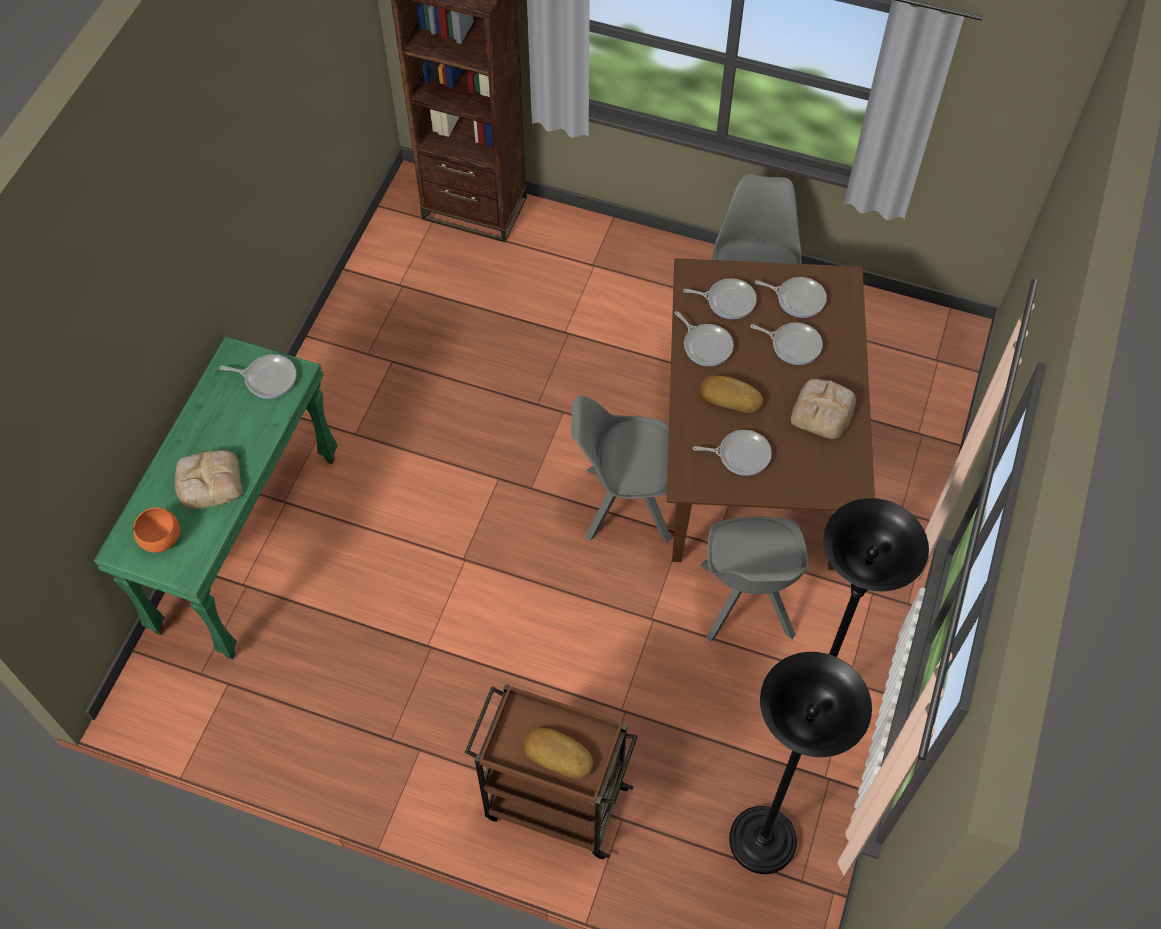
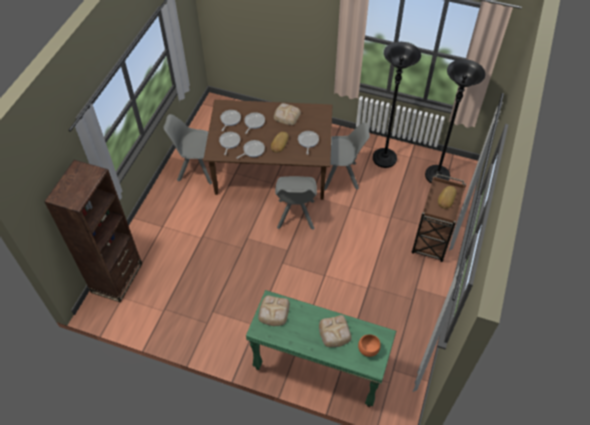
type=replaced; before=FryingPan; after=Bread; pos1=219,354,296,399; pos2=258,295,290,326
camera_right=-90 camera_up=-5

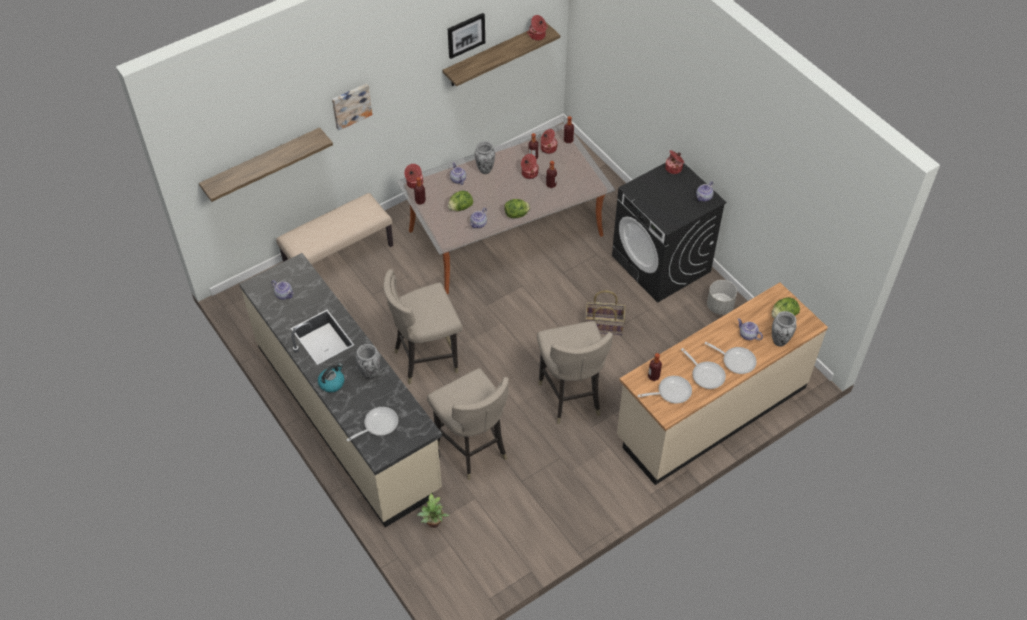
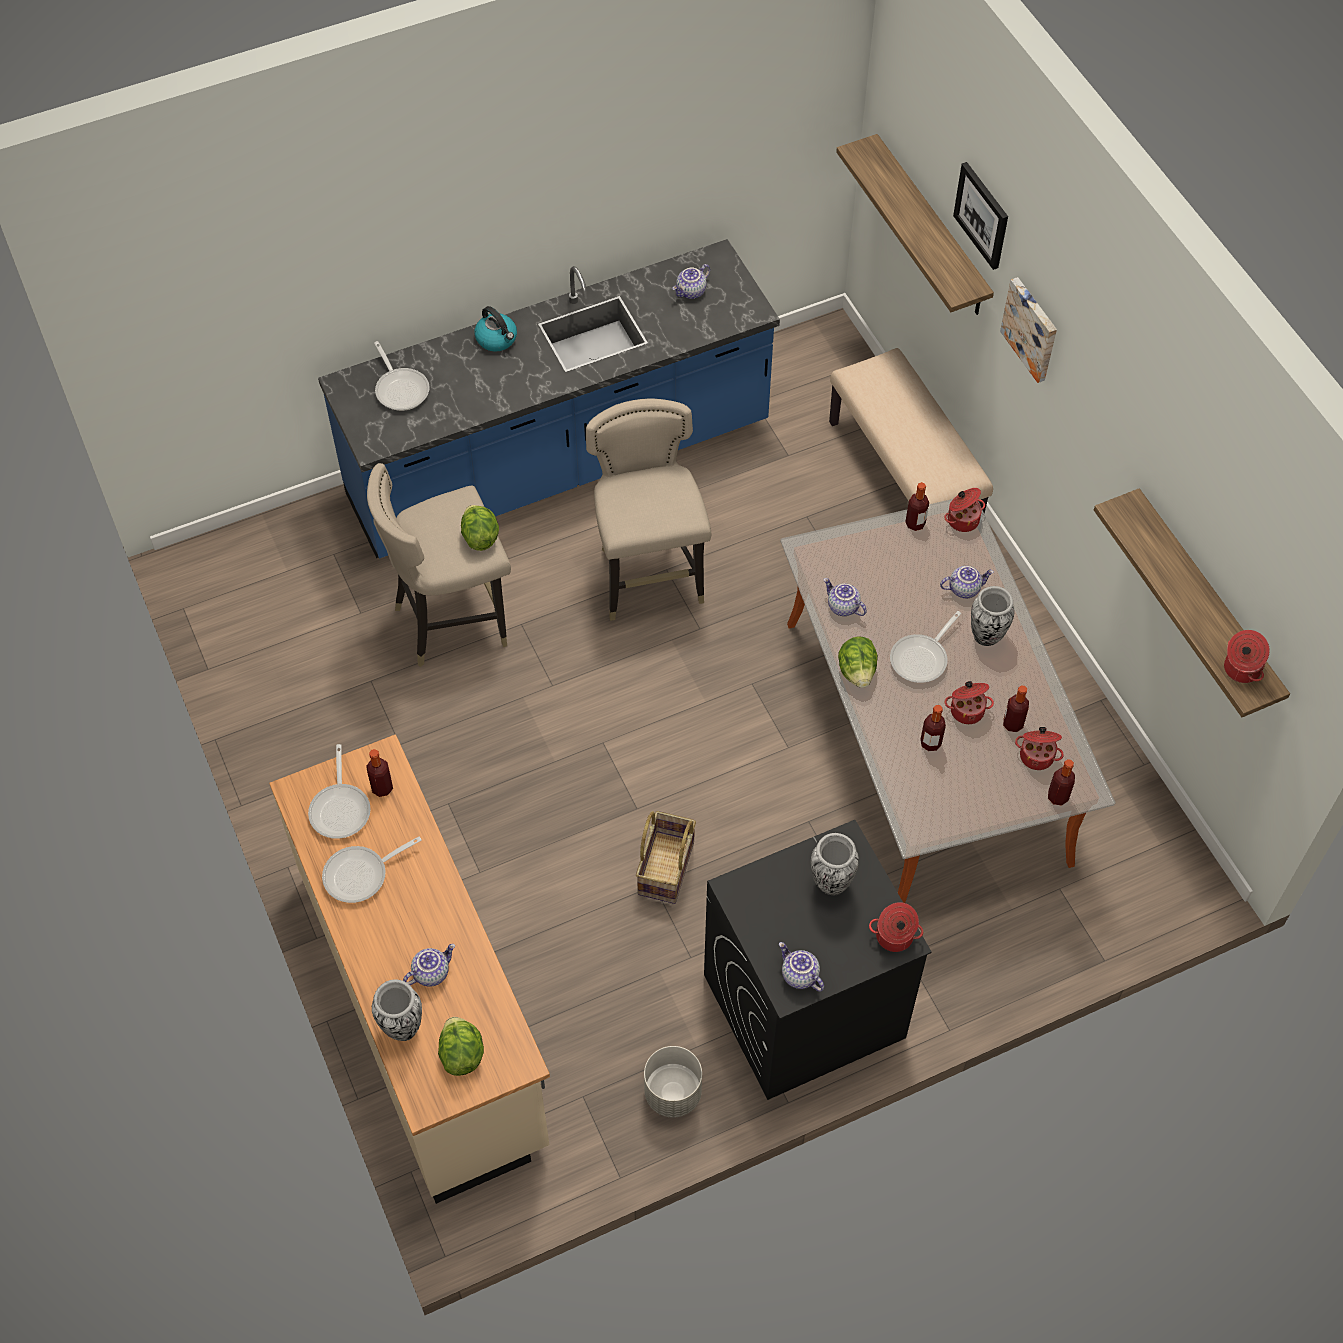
type=removed; before=PottedPlant; pos1=417,493,450,528
type=removed; before=BeigeColouredStool; pos1=537,321,613,424
type=moved; before=DecorativeVase; pos1=356,344,380,379; pos2=811,833,859,895
type=moved; before=WallArt; pos1=448,13,485,59; pos2=953,162,1008,270
type=moved; before=LettuceHead; pos1=448,191,473,211; pos2=461,505,499,551
type=moved; before=FryingPan; pos1=704,342,757,374; pos2=890,611,961,683
type=recoloured; before=BeigeColouredKitchenCounter; after=BlueKitchenCounter; pos1=240,253,442,528; pos2=318,239,780,558
camera_right=100 camera_up=5

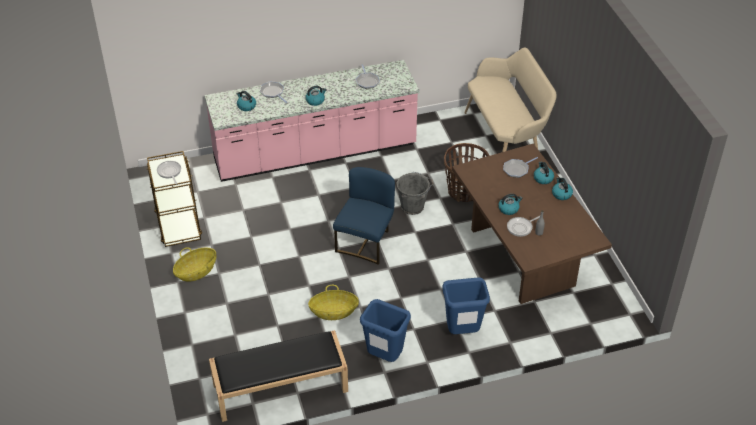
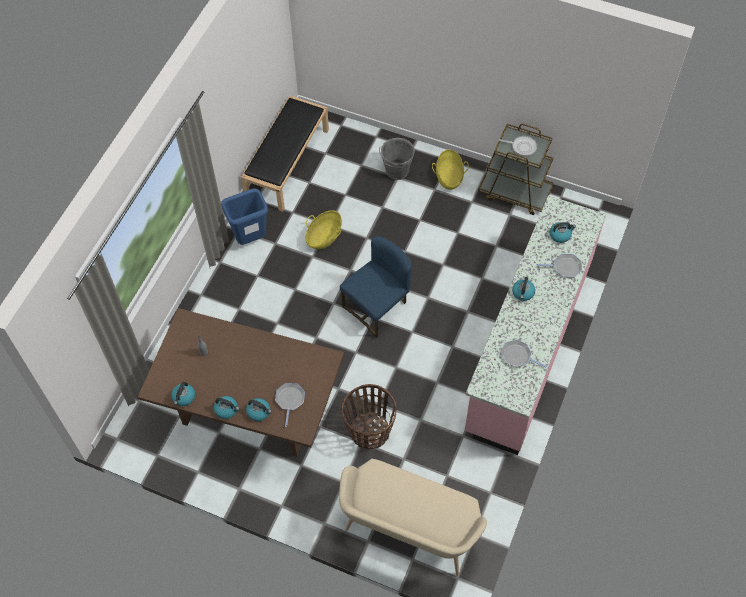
type=removed; before=BlueWasteBin; pos1=442,277,490,334
type=removed; before=FryingPan; pos1=507,216,540,237
type=moved; before=GreyPail; pos1=396,172,434,215; pos2=379,138,415,180
type=moved; before=Kettle; pos1=498,194,522,215; pos2=171,382,195,406
type=turned; before=BlueUprightChair; pos1=333,167,395,265; pos2=340,236,411,338; turn=-105
camera_right=130 camera_up=15

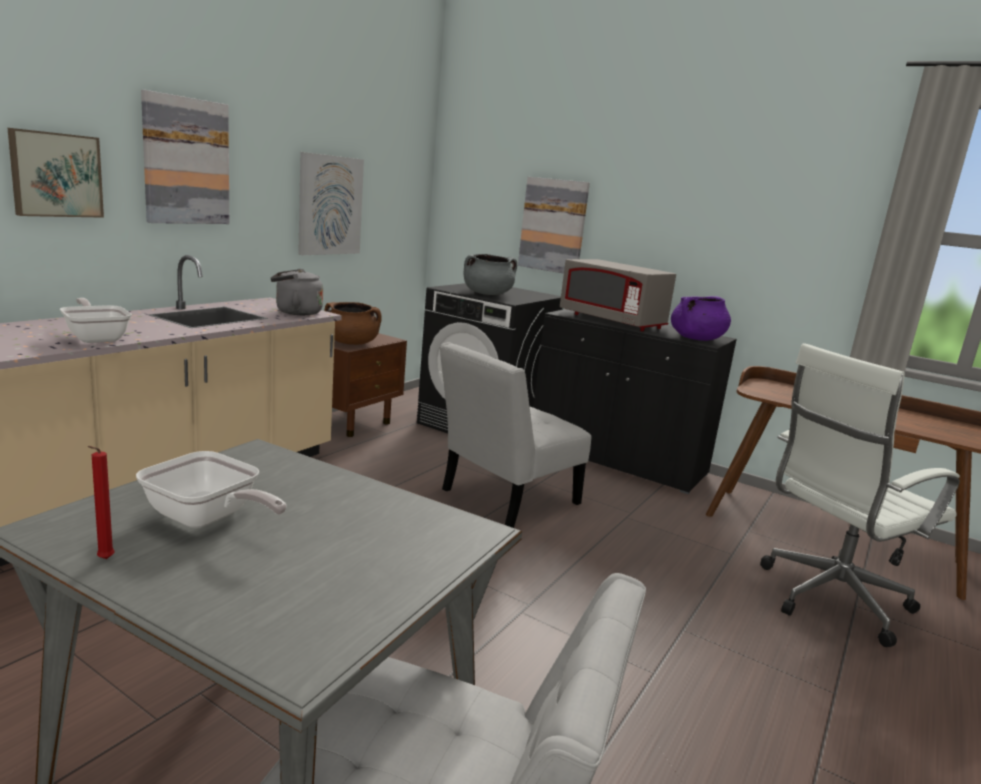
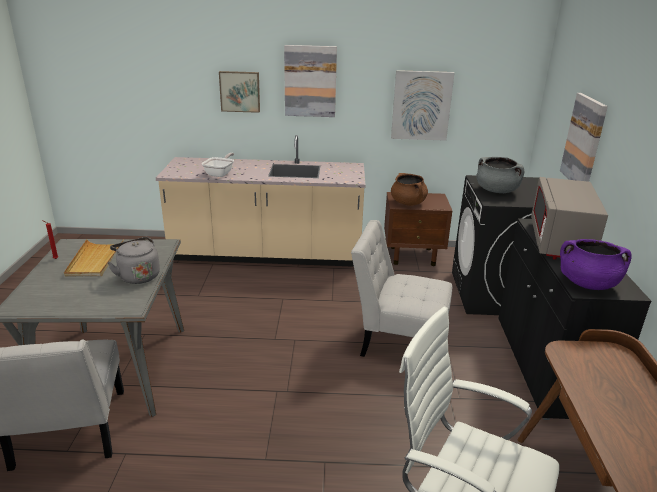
type=moved; before=GreyKettle; pos1=271,269,323,315; pos2=108,237,160,284
type=replaced; before=FryingPan; after=BeigeColouredCarryingTray; pos1=136,451,287,528; pos2=64,239,124,277
camera_right=60 camera_up=10

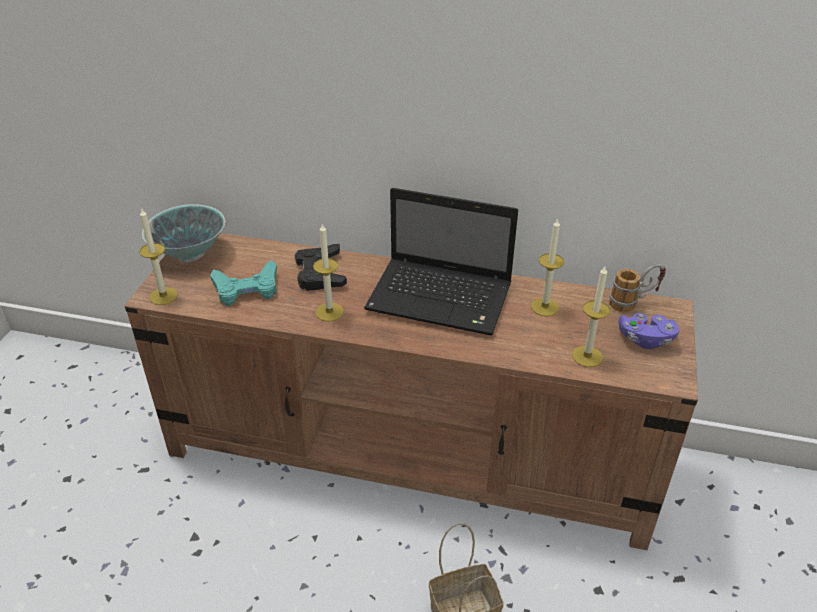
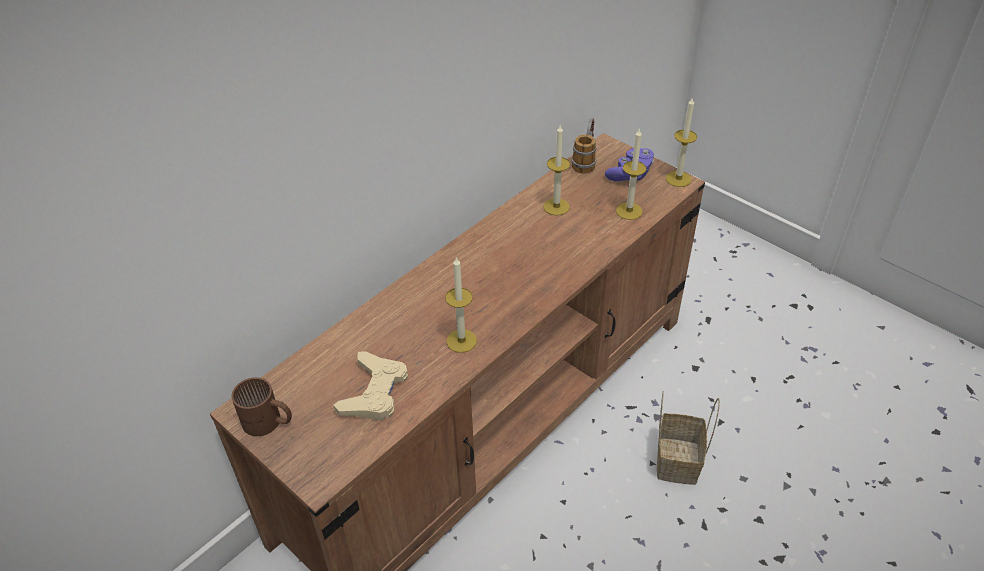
type=removed; before=BlackishGameController; pos1=295,244,347,291
type=removed; before=NotebookComputer; pos1=364,188,518,336
type=moved; before=WaxLight; pos1=139,209,178,305; pos2=666,97,697,187
type=replaced; before=ServingBowl; after=BrownColouredMug; pos1=142,204,225,262; pos2=232,377,292,436
type=recoloured; before=TurquoiseGameController; after=BeigeColouredGameController; pos1=210,260,277,306; pos2=334,351,408,421
camera_right=-60 camera_up=5

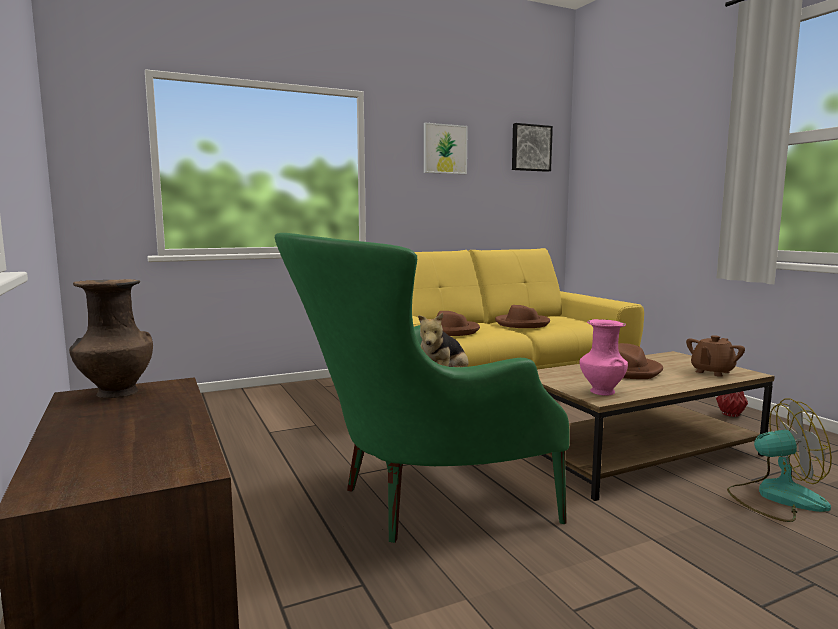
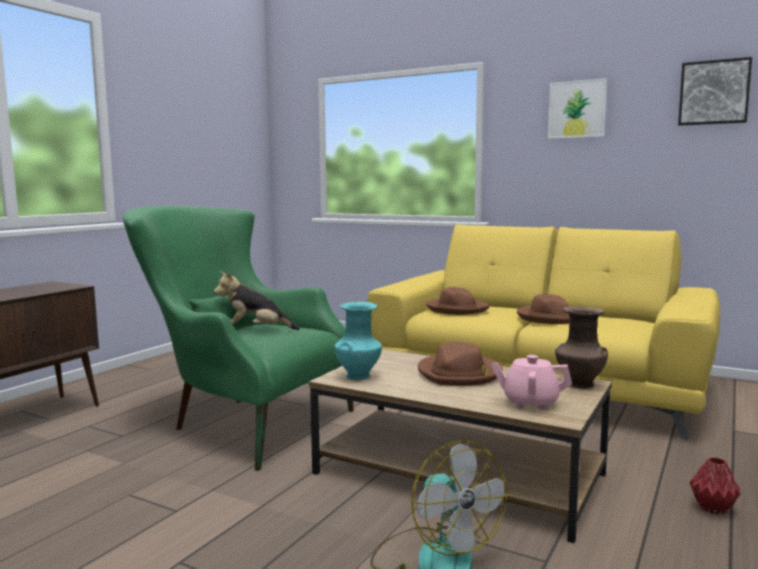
type=moved; before=BrownColouredDecorativeVase; pos1=69,279,153,398; pos2=555,306,608,389
type=recoloured; before=PinkishDecorativeVase; after=TurquoiseDecorativeVase; pos1=579,319,628,396; pos2=335,302,382,380
type=recoloured; before=BrownColouredPotForTea; after=PinkishPotForTea; pos1=686,335,745,377; pos2=491,355,572,410
camera_right=55 camera_up=0

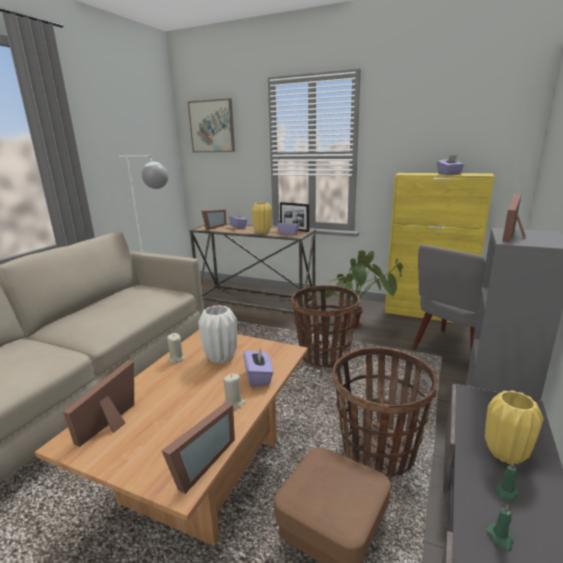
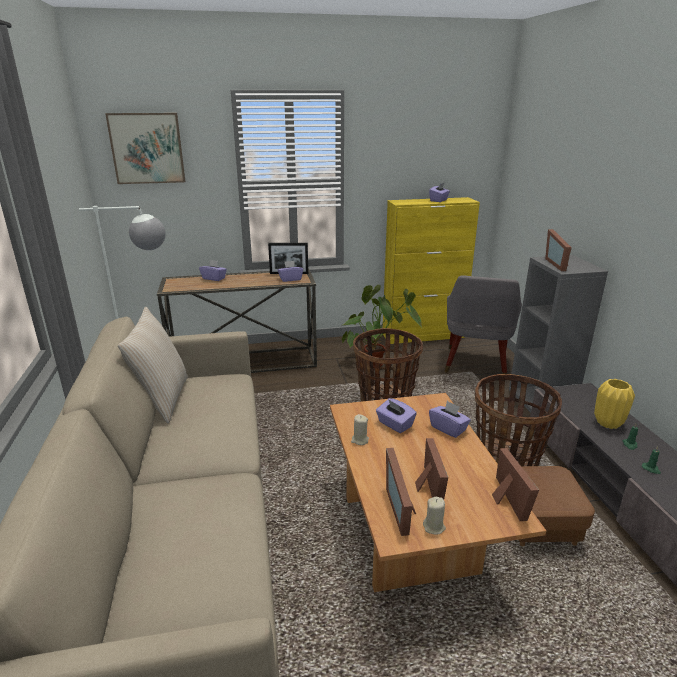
type=removed; before=YellowDecorativeVase; pos1=252,202,272,233
type=added; after=BeigeColouredCushion; pos2=118,307,188,423
type=moved; before=PictureFrame; pos1=202,210,226,230; pos2=415,438,448,500
type=moved; before=BeigeColouredWaxLight; pos1=223,374,245,409; pos2=423,497,446,535
type=replaced; before=WhiteColouredDecorativeVase; after=PurpleBoxOfTissues; pos1=198,305,237,363; pos2=376,398,417,433
camera_right=-35 camera_up=5

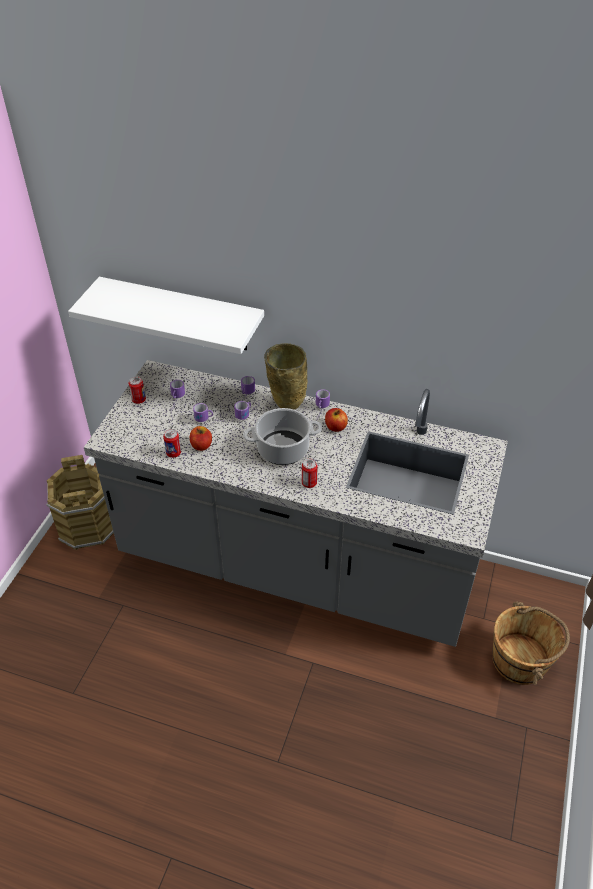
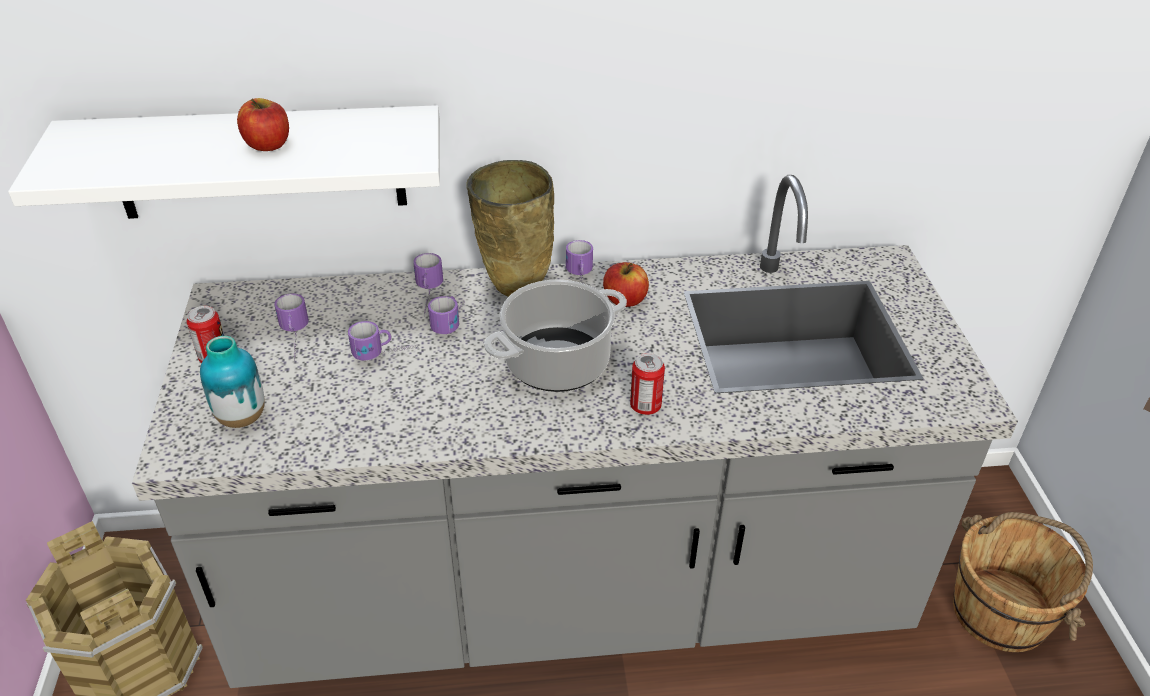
type=removed; before=MetalCan; pos1=163,429,181,458
type=added; after=DecorativeVase; pos2=200,336,265,428
type=moved; before=WholeApple; pos1=190,426,212,451; pos2=237,98,289,151
camera_right=-25 camera_up=-5

